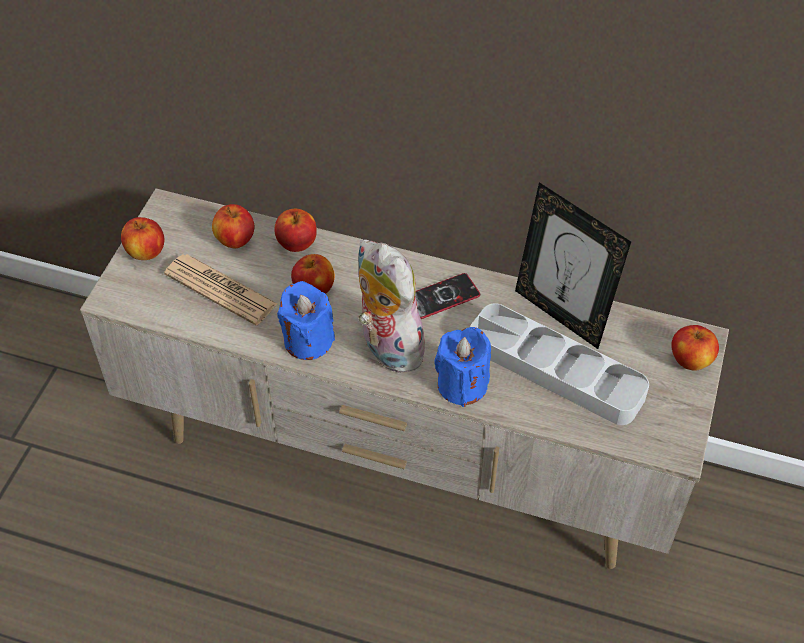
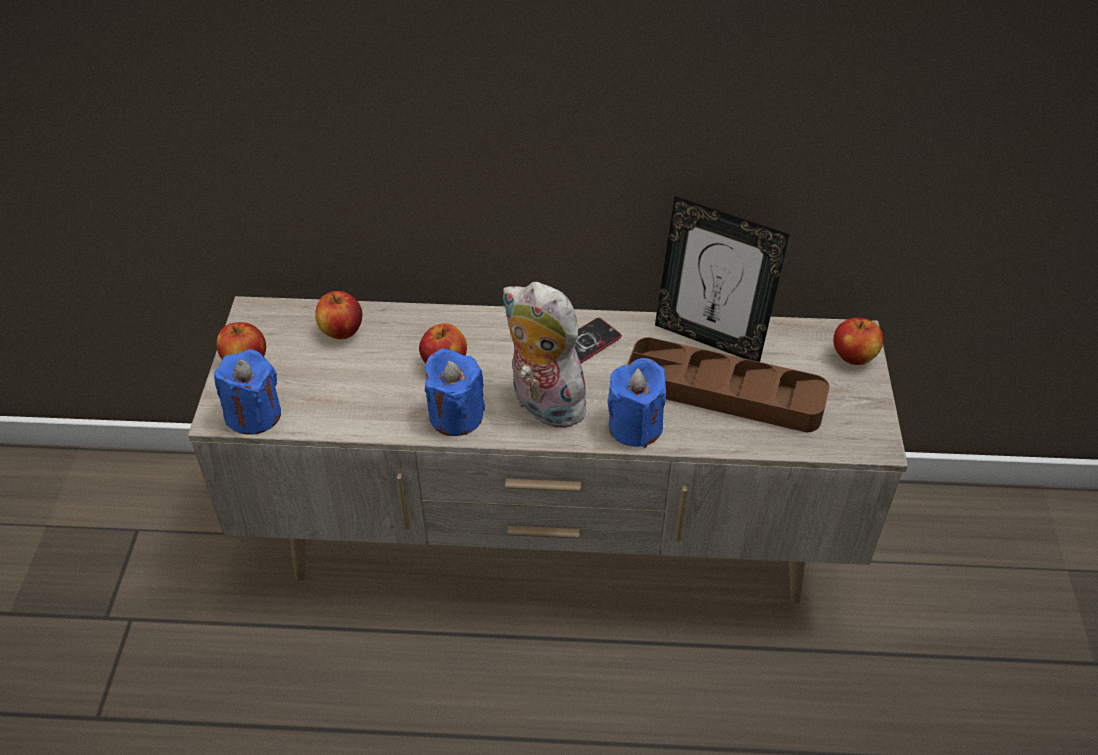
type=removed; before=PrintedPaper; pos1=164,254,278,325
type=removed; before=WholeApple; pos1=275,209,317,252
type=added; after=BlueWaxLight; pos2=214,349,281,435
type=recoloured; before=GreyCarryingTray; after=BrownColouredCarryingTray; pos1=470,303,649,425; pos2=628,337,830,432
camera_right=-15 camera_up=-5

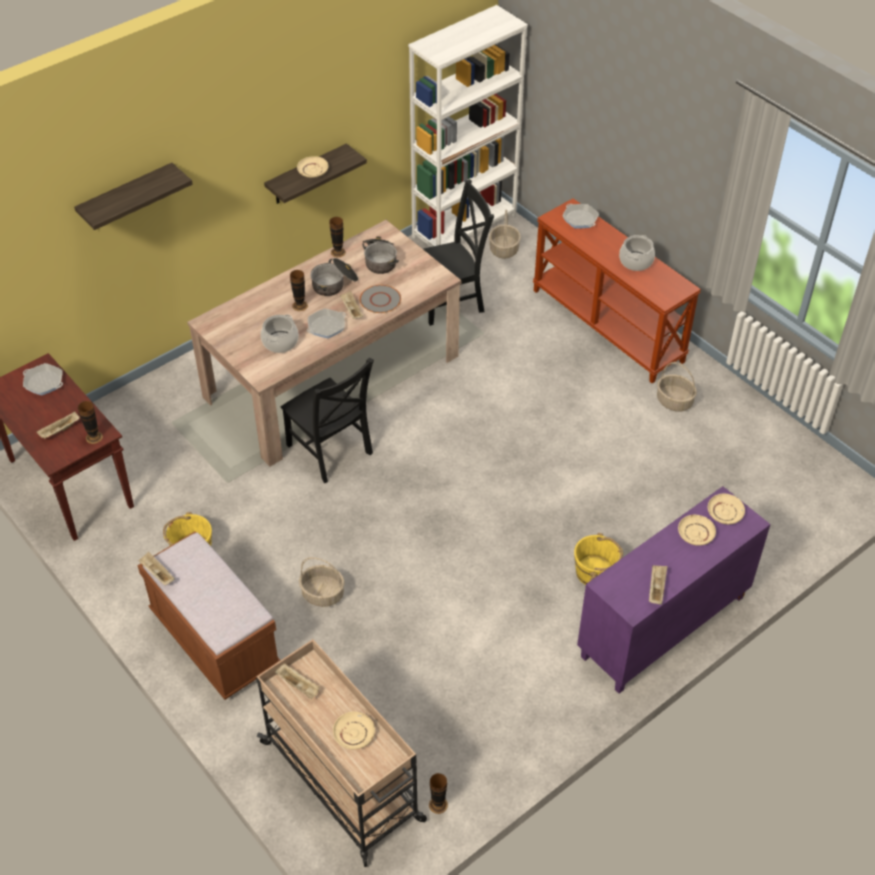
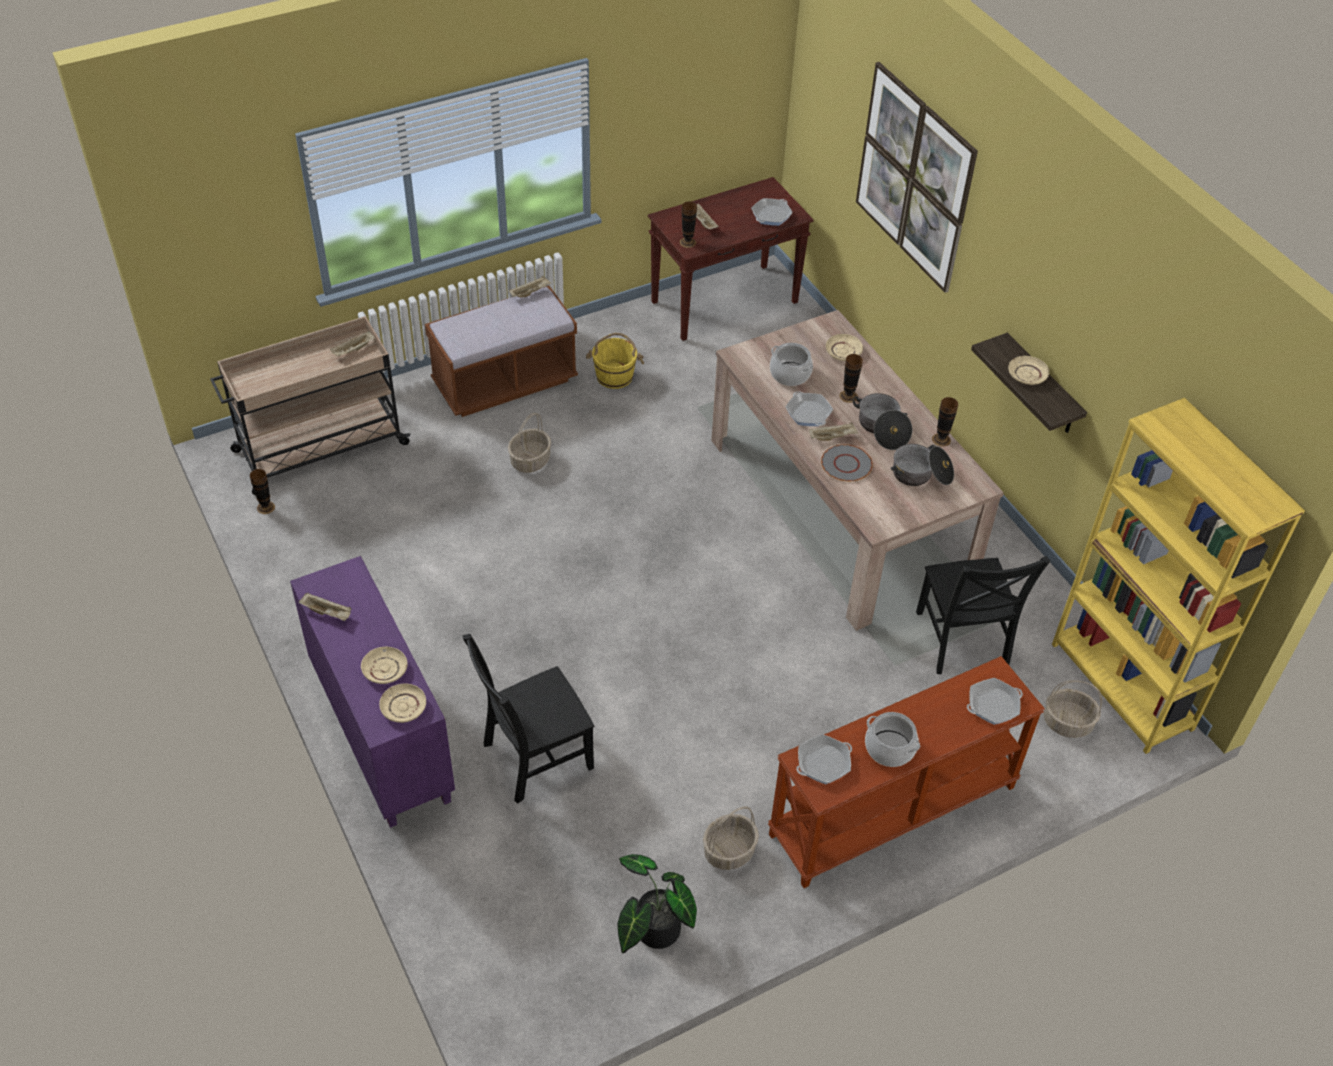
type=removed; before=YellowPail; pos1=574,533,623,585
type=added; after=PottedPlant; pos2=617,854,697,953
type=added; after=FryingPan; pos2=796,734,852,784
type=moved; before=BlackishUprightChair; pos1=281,358,374,483; pos2=463,634,594,804
type=moved; before=BeigeColouredFlatDish; pos1=333,712,375,749; pos2=826,334,863,361
type=replaced; before=Shelf; after=WallArt; pos1=74,163,193,230; pos2=856,62,978,293
type=recoloured; before=WhiteColouredBookcase; after=YellowBookcase; pos1=408,5,528,247; pos2=1052,398,1305,754
camera_right=100 camera_up=0

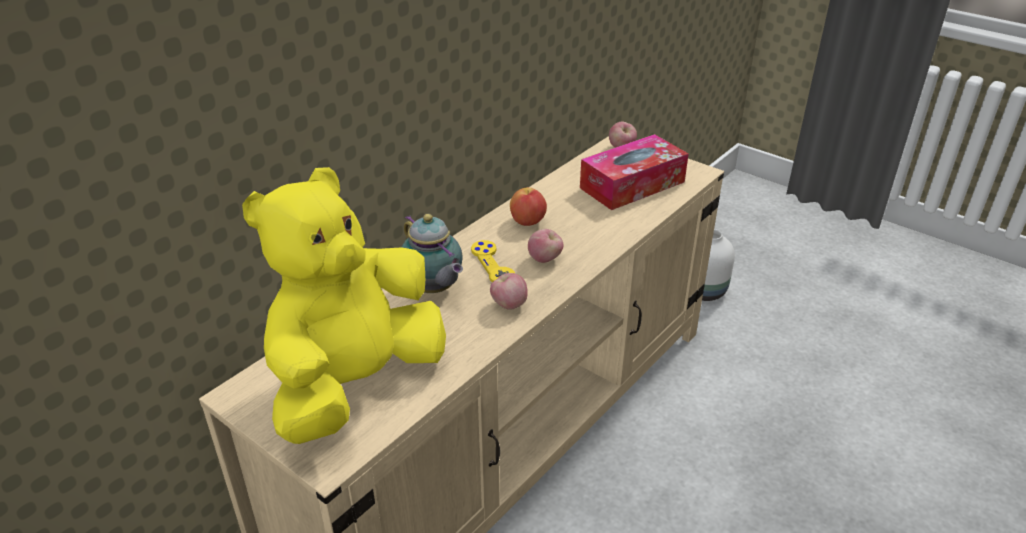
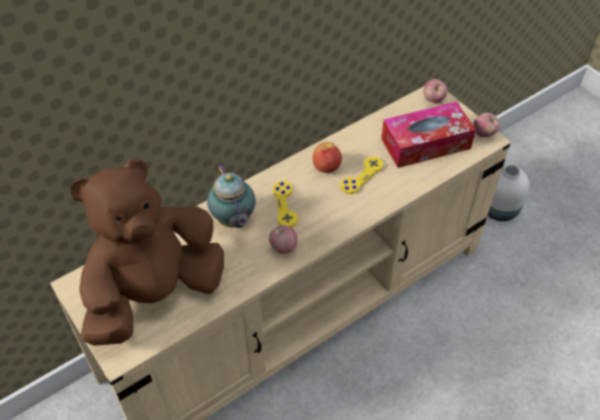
type=added; after=YellowGameController; pos2=340,156,383,194
type=moved; before=WholeApple; pos1=528,229,563,263; pos2=473,113,500,137
type=recoloured; before=YellowCuddlyToy; after=BrownColouredCuddlyToy; pos1=242,167,446,444; pos2=70,159,224,346
camera_right=15 camera_up=15

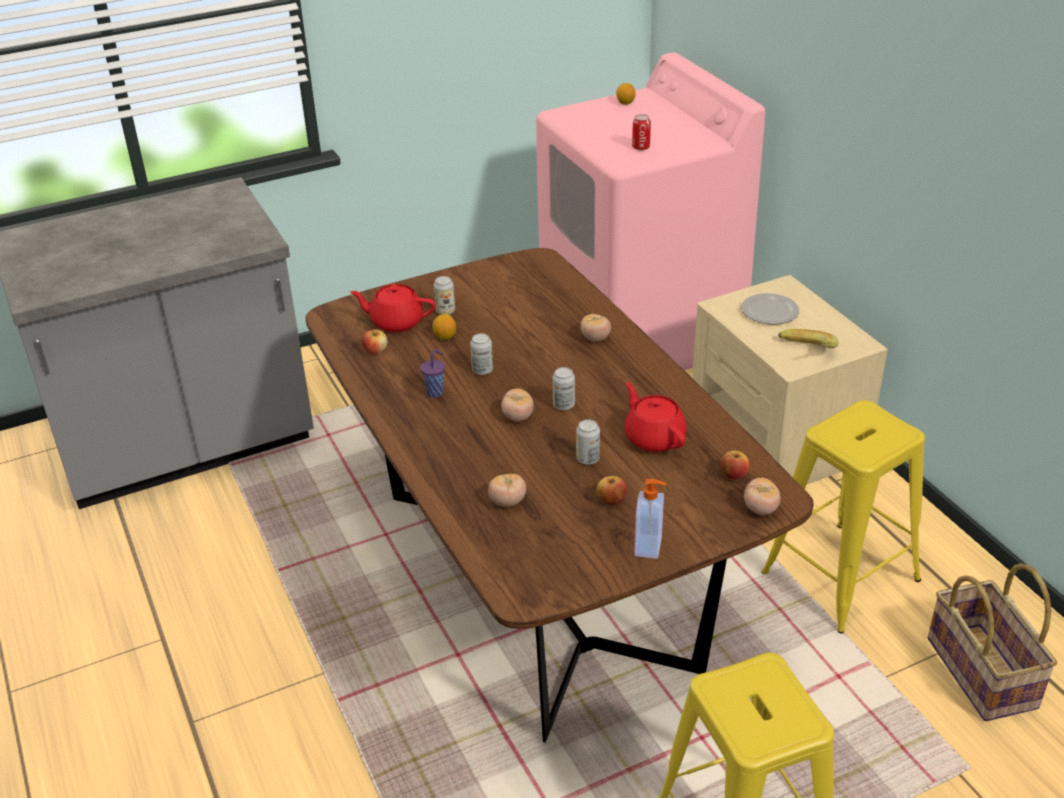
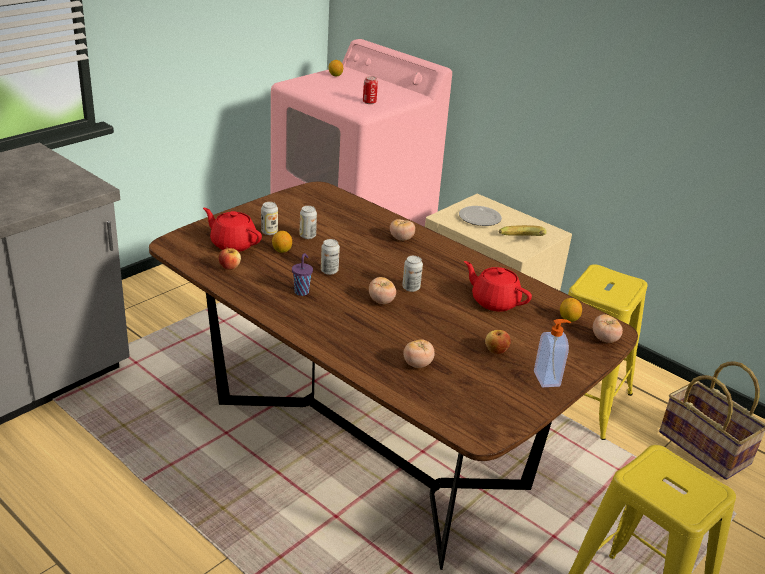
type=moved; before=MetalCan; pos1=576,419,600,465; pos2=300,206,317,239
type=replaced; before=WholeApple; after=Lemon; pos1=720,451,749,480; pos2=560,298,582,322
type=turned; before=RedColouredPotForTea; pos1=350,284,435,332; pos2=203,208,262,252; turn=45
camera_right=-25 camera_up=-5

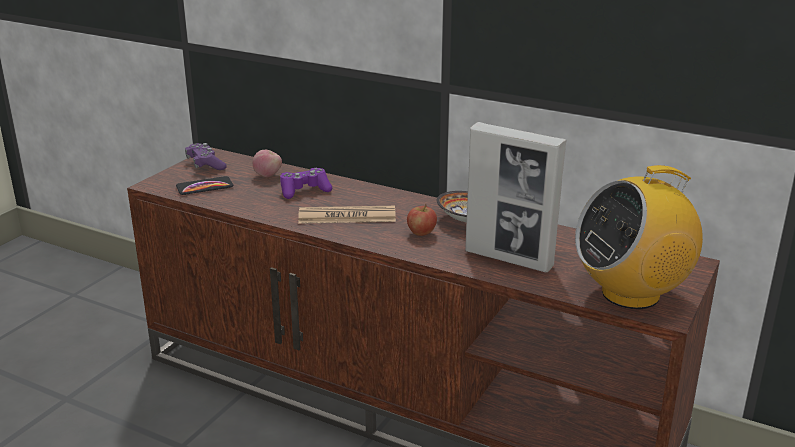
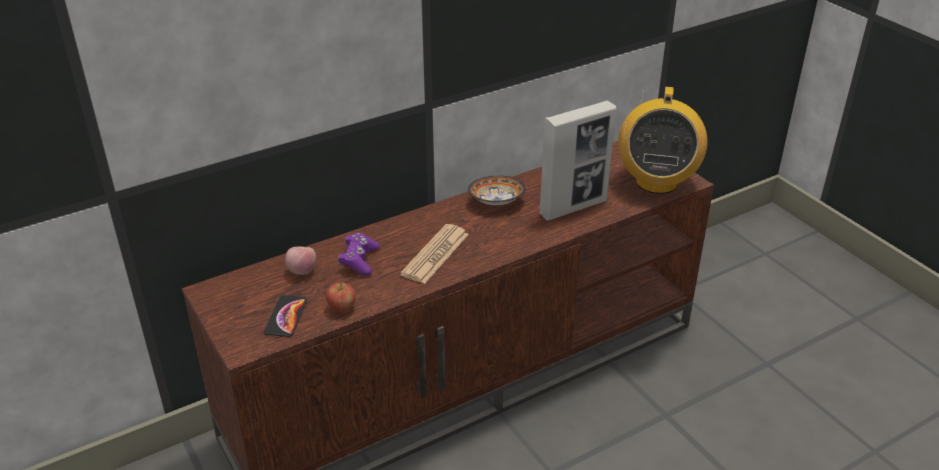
type=removed; before=PurpleGameController; pos1=185,143,227,170
type=moved; before=WholeApple; pos1=407,204,437,236; pos2=326,281,356,312
camera_right=-60 camera_up=10

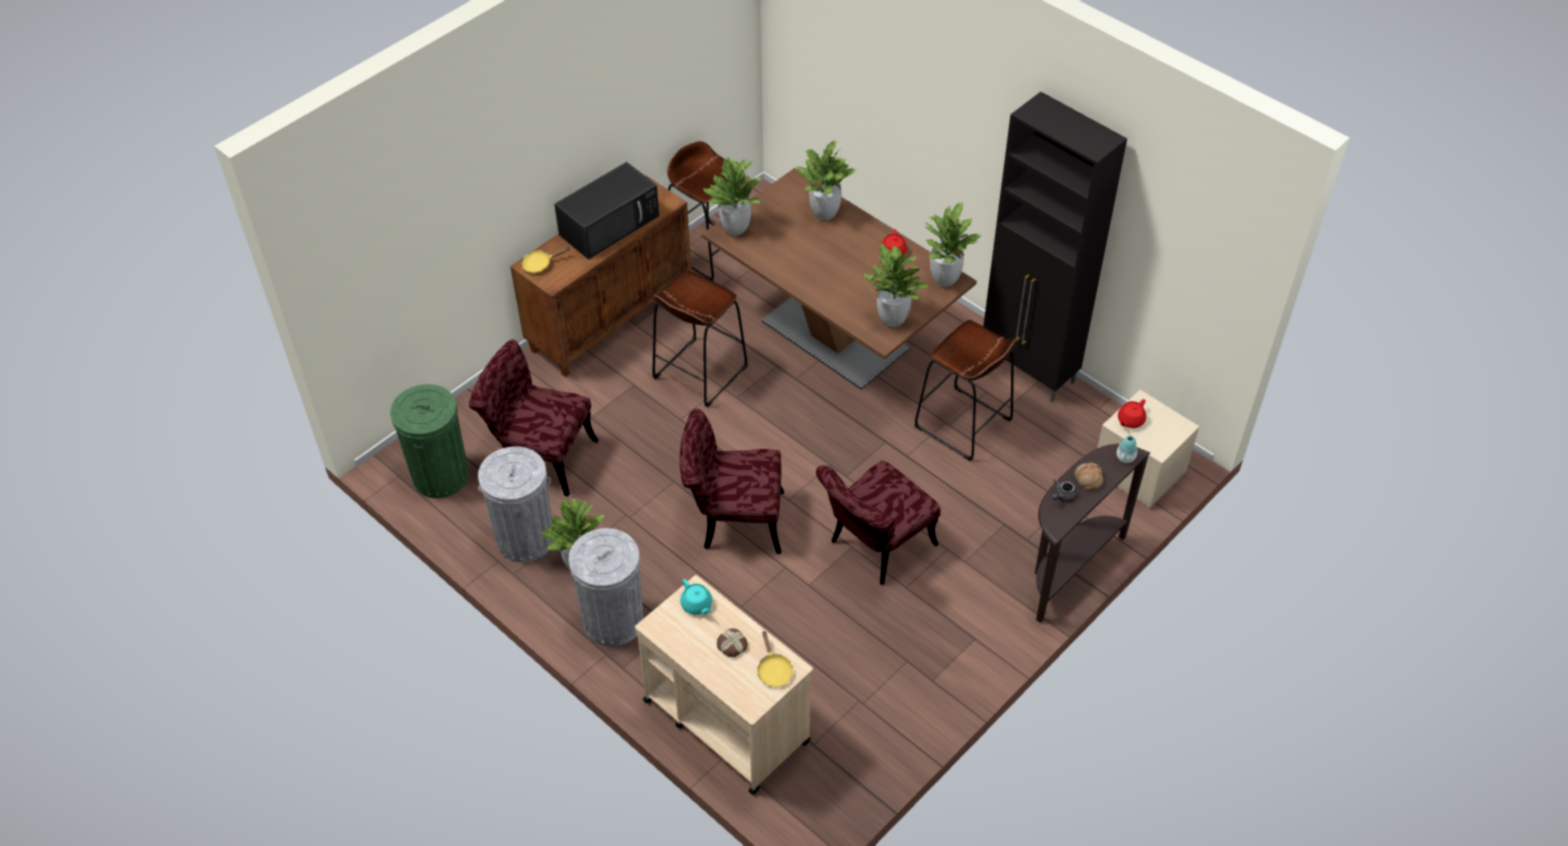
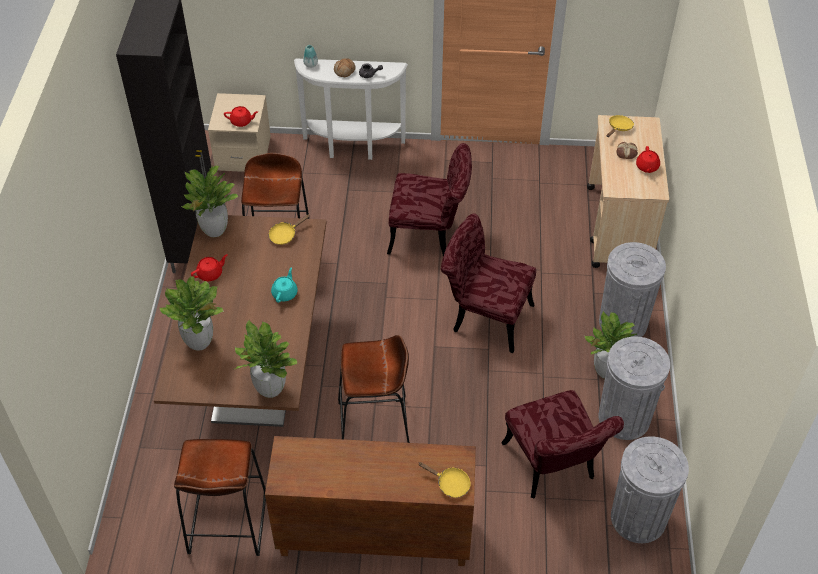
type=removed; before=BlackishKitchenMicrowave; pos1=554,162,659,259
type=added; after=RedColouredPotForTea; pos2=636,146,660,173
type=moved; before=TurquoisePotForTea; pos1=680,579,712,615; pos2=271,267,298,303
type=replaced; before=PottedPlant; after=YellowFryingPan; pos1=864,243,928,327; pos2=269,214,310,245
type=recoloured; before=GreenWasteBin; after=GreyWasteBin; pos1=390,384,469,498; pos2=611,436,689,543
type=recoloured; before=BrownColouredNarrowTable; after=WhiteColouredNarrowTable; pos1=1035,444,1150,623; pos2=294,59,408,160
type=turned; before=RedColouredUprightChair; pos1=679,409,784,554; pos2=441,213,536,353; turn=150
camera_right=-130 camera_up=0

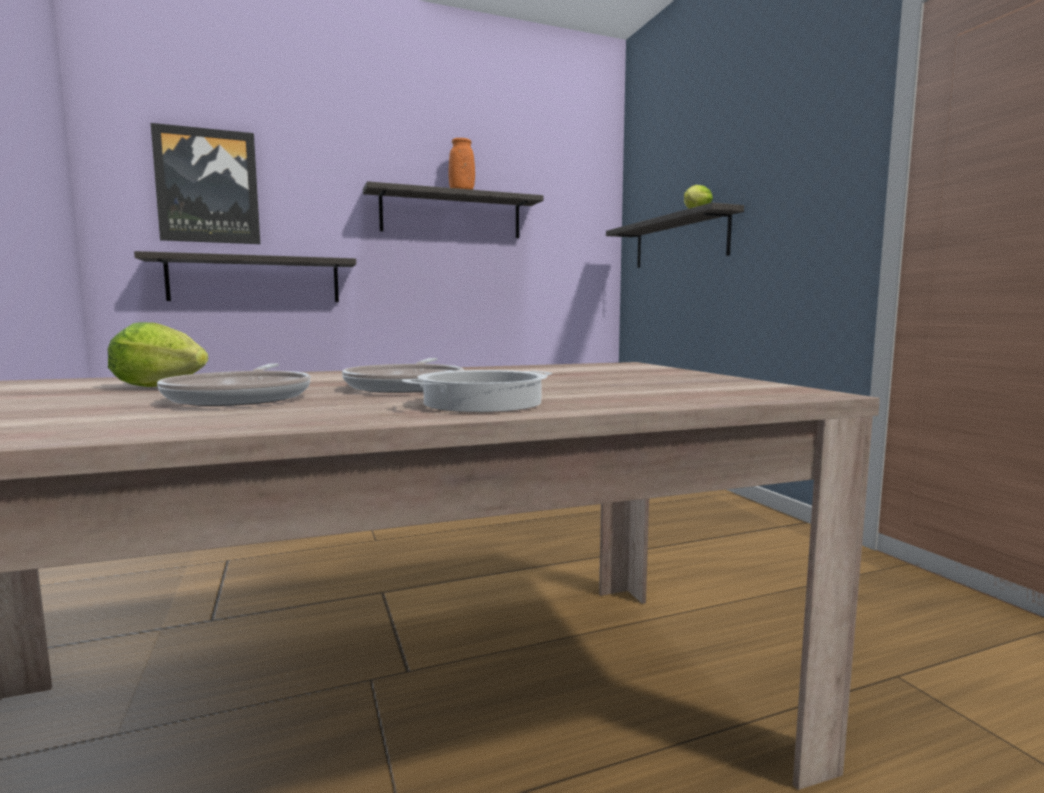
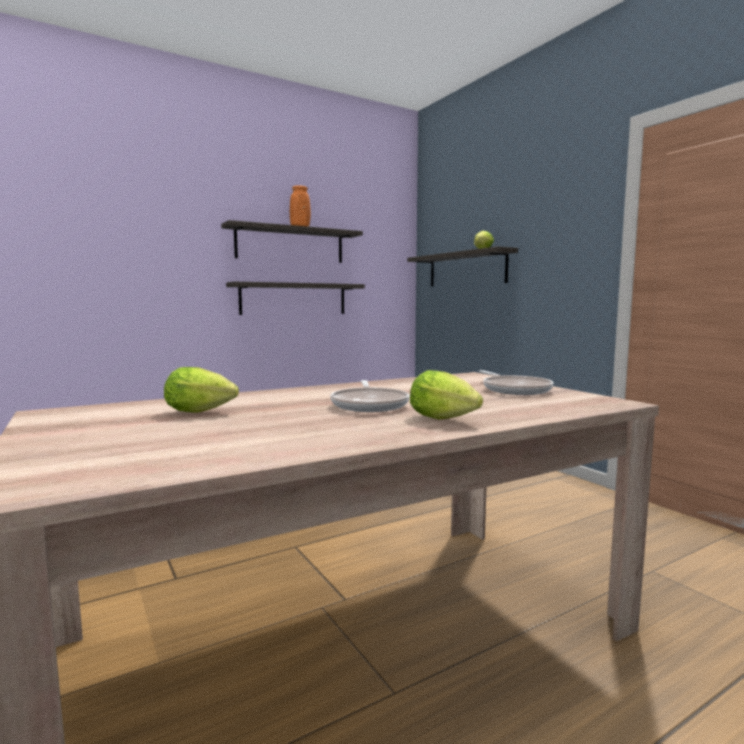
type=removed; before=WallArt; pos1=151,123,260,244
type=moved; before=Shelf; pos1=134,251,356,302; pos2=226,282,365,315
type=moved; before=FryingPan; pos1=157,364,311,406; pos2=479,370,554,395
type=replaced; before=CookingPot; after=LettuceHead; pos1=402,370,552,412; pos2=410,370,483,419
camera_right=-10 camera_up=0

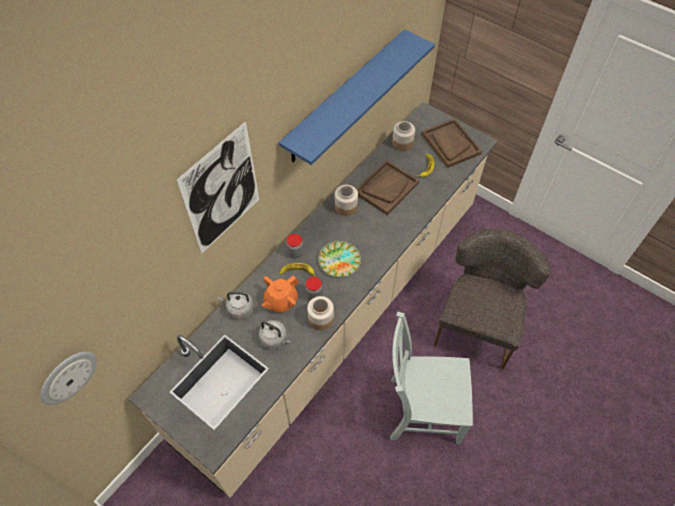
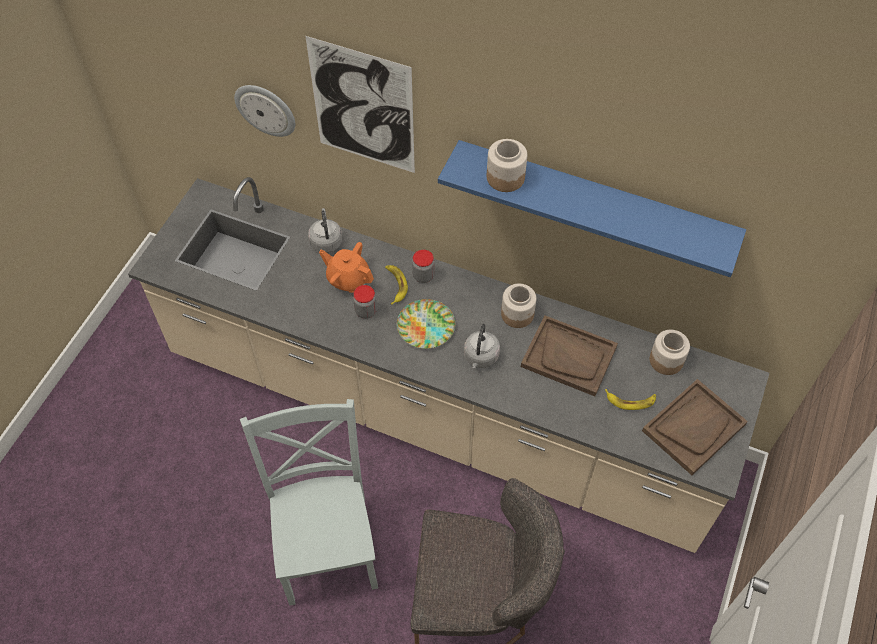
type=moved; before=ClockOnTheWall; pos1=40,351,97,405; pos2=234,85,295,137
type=moved; before=GreyKettle; pos1=259,320,291,349; pos2=464,324,500,368
type=moved; before=Jar; pos1=307,296,334,330; pos2=487,139,527,192
camera_right=75 camera_up=0

